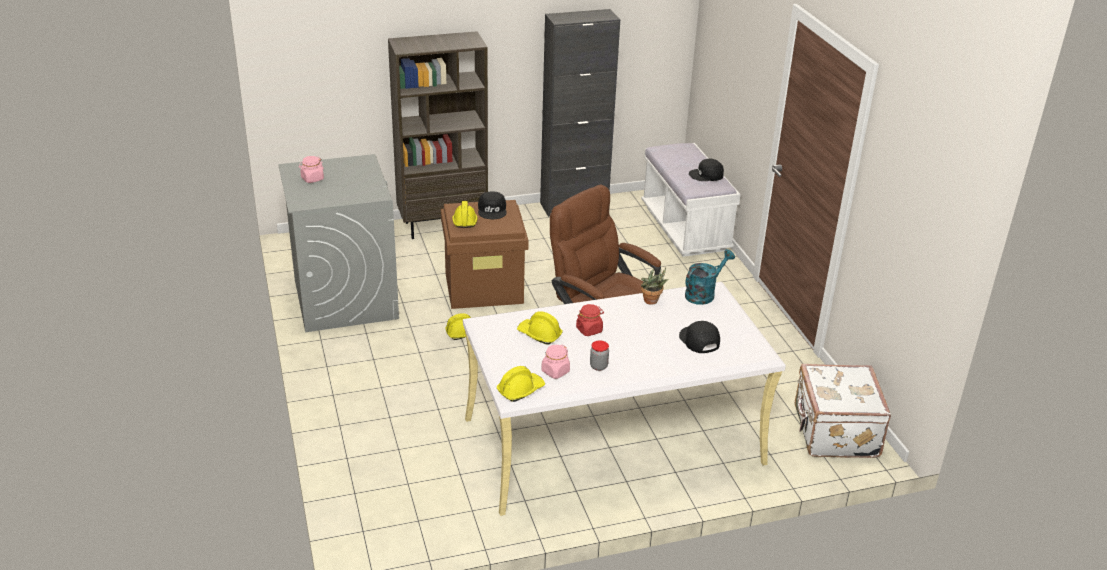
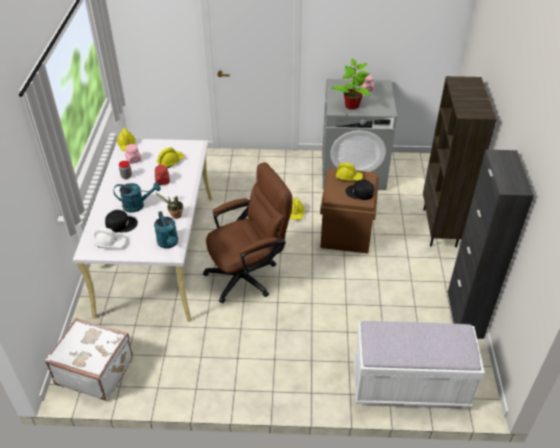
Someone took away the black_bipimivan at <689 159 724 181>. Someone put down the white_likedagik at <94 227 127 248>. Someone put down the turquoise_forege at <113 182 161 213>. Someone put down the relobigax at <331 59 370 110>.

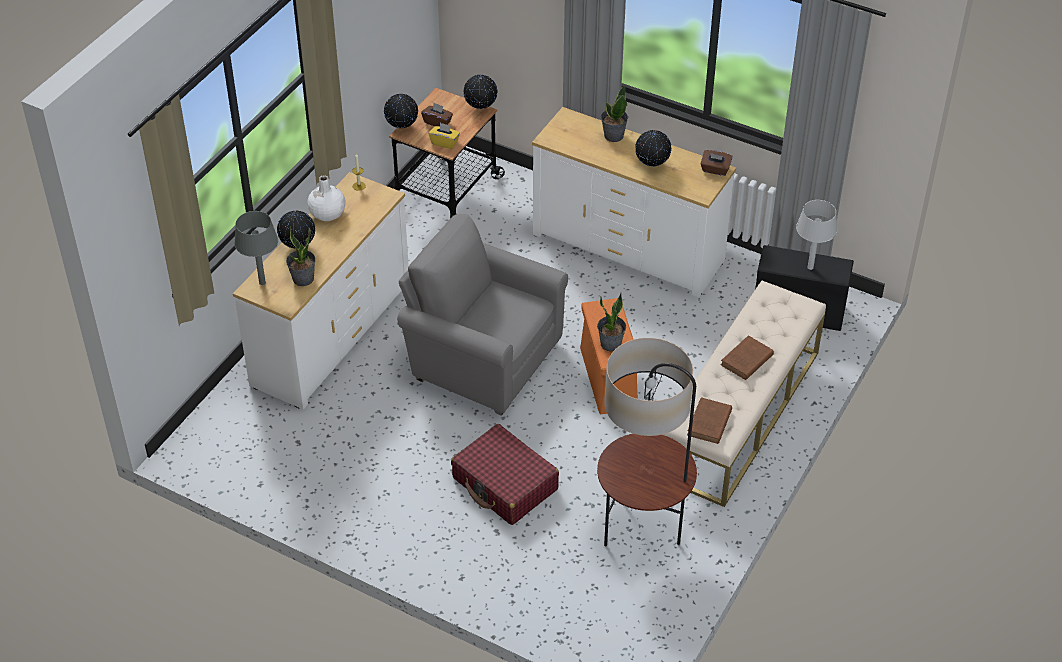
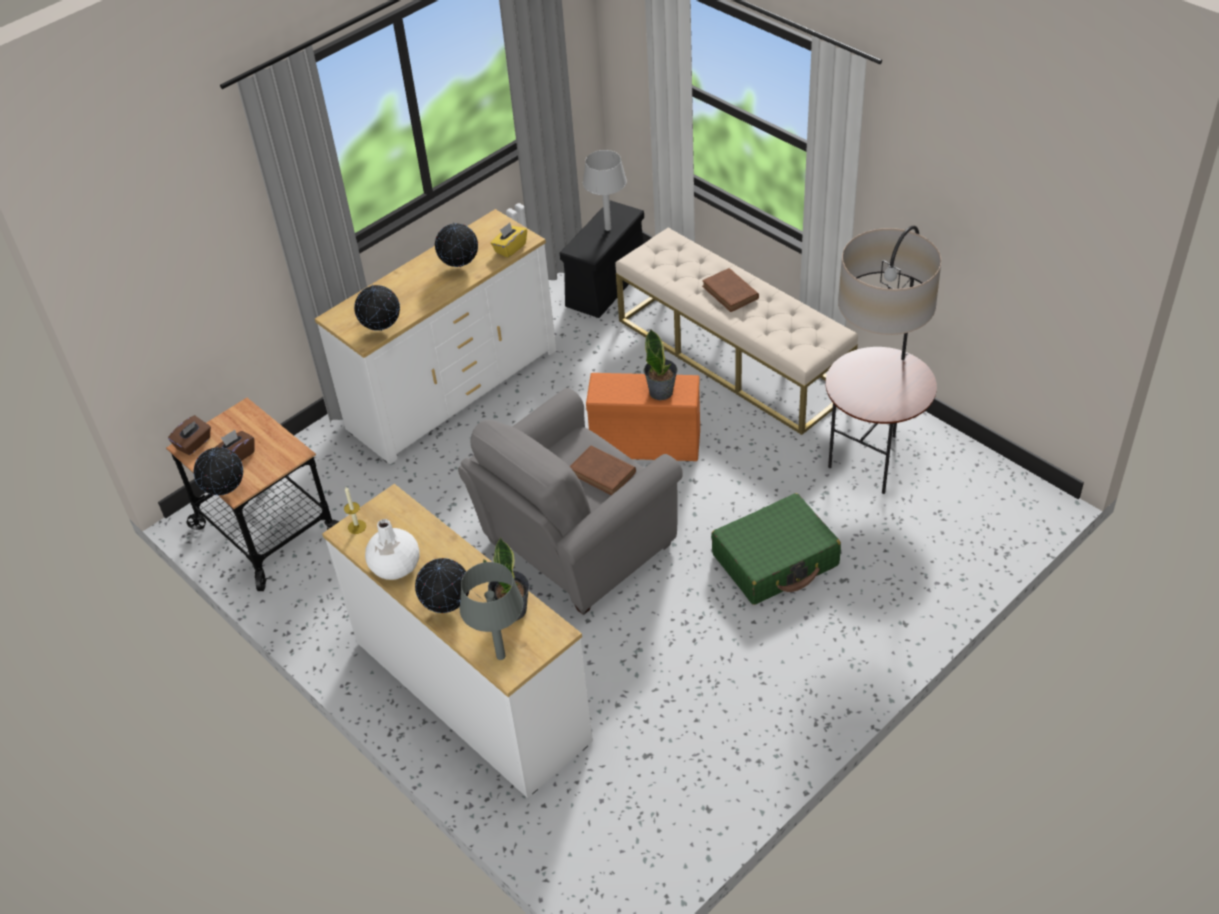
Someone took away the relobigax at <601 84 628 142>. Someone carried the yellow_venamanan from <428 123 460 149> to <491 223 527 258>. Someone carried the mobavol from <464 74 498 109> to <354 285 400 331>. Someone carried the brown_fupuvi from <687 397 732 444> to <570 445 636 495>. Someone carried the brown_venamanan from <700 150 733 176> to <168 415 211 455>. Someone repainted the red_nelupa at <451 424 559 525>, which became the green_nelupa at <711 493 841 605>.

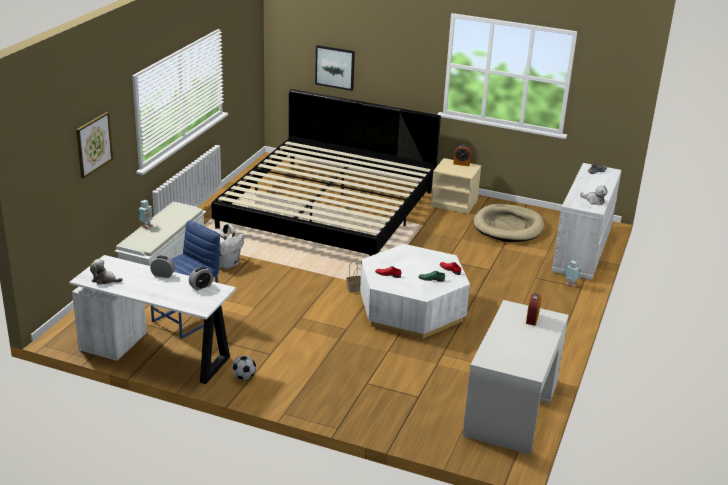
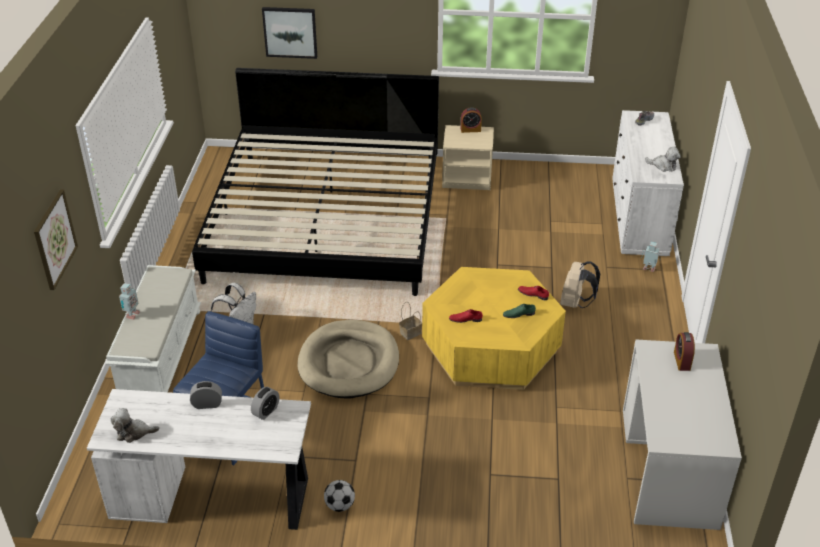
Someone put down the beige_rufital at <560 261 600 308>. Someone carried the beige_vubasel from <473 204 544 242> to <298 320 399 398>. Someone repainted the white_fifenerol at <360 244 470 339>, which became the yellow_fifenerol at <422 267 566 390>.

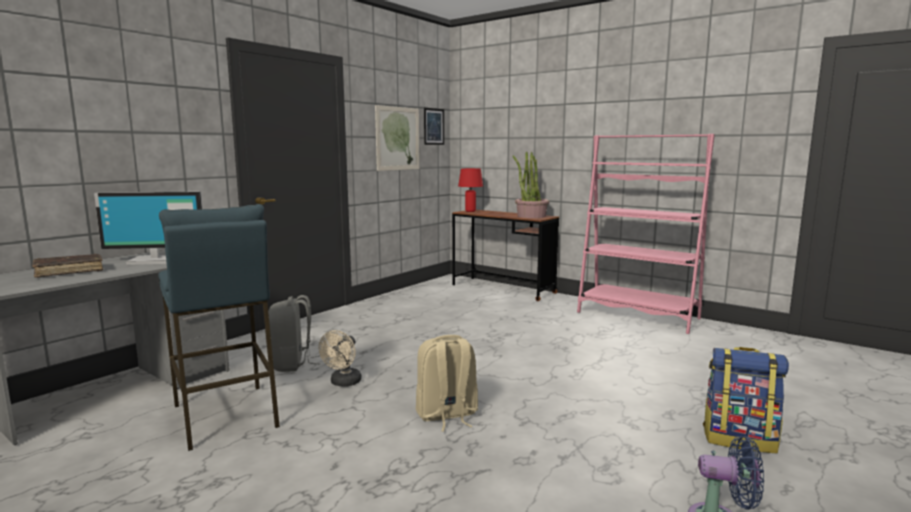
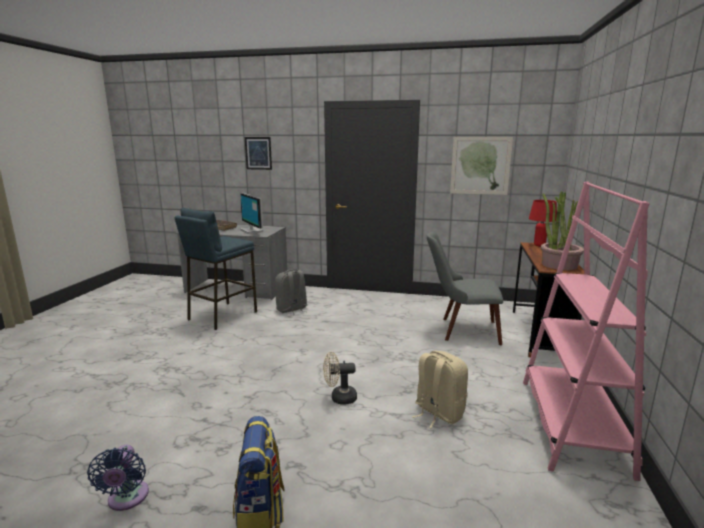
Someone put down the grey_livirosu at <427 231 503 345>. Someone carried the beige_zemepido from <319 330 361 387> to <323 352 357 405>. Someone carried the beige_rufital from <416 335 478 431> to <412 351 468 428>. Someone carried the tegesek from <424 108 444 145> to <245 137 272 170>.

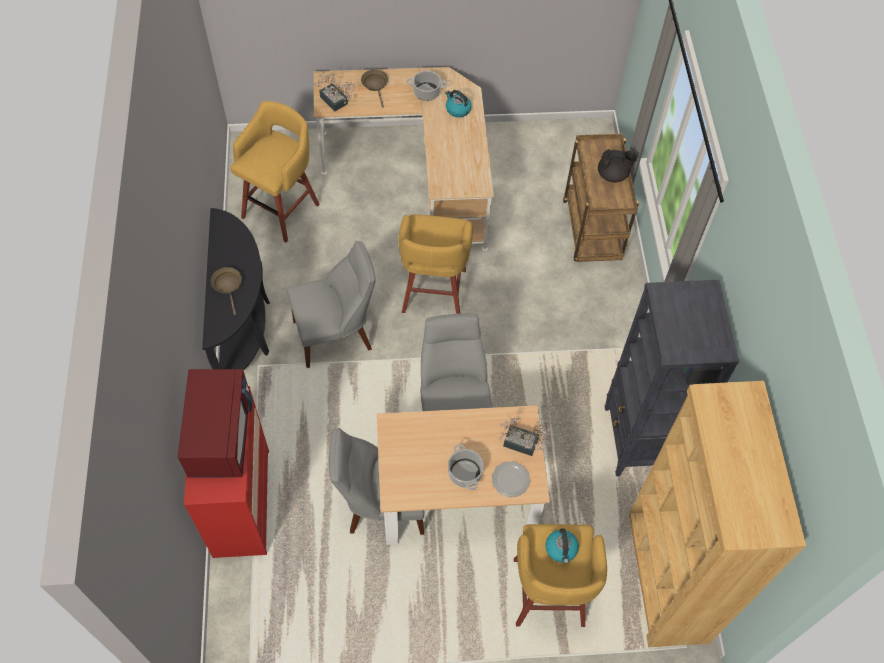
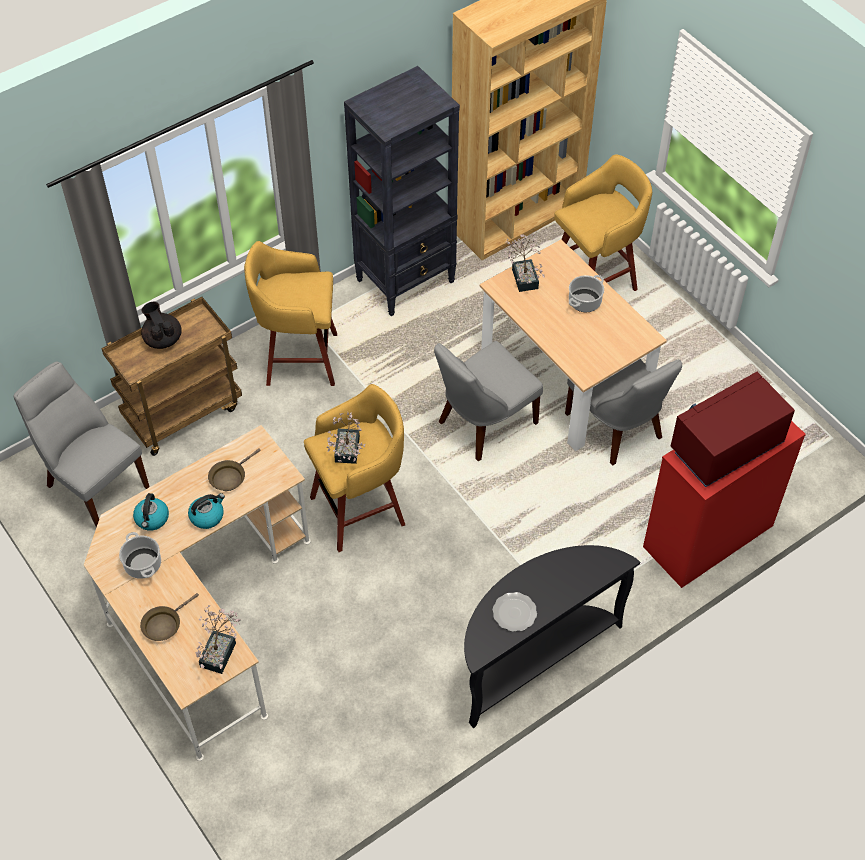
Someone put down the relobigax at <326 412 366 464>. Someone carried the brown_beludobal from <211 267 242 315> to <208 449 260 491>. Someone carried the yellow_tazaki from <230 101 320 243> to <244 241 337 386>. Someone carried the grey_livirosu from <287 241 376 368> to <14 362 150 527>. Someone carried the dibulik from <492 461 530 497> to <493 592 537 632>. Someone carried the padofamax from <546 528 579 564> to <188 493 225 529>.

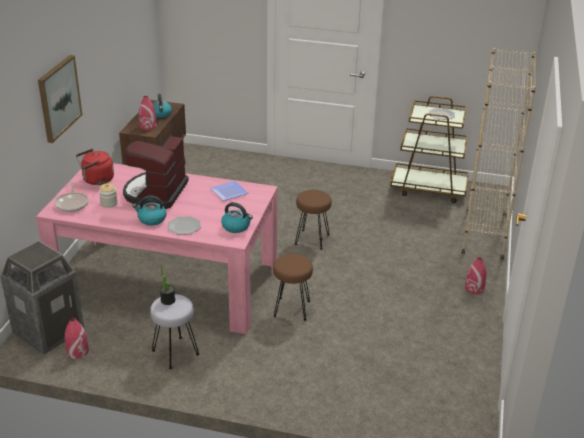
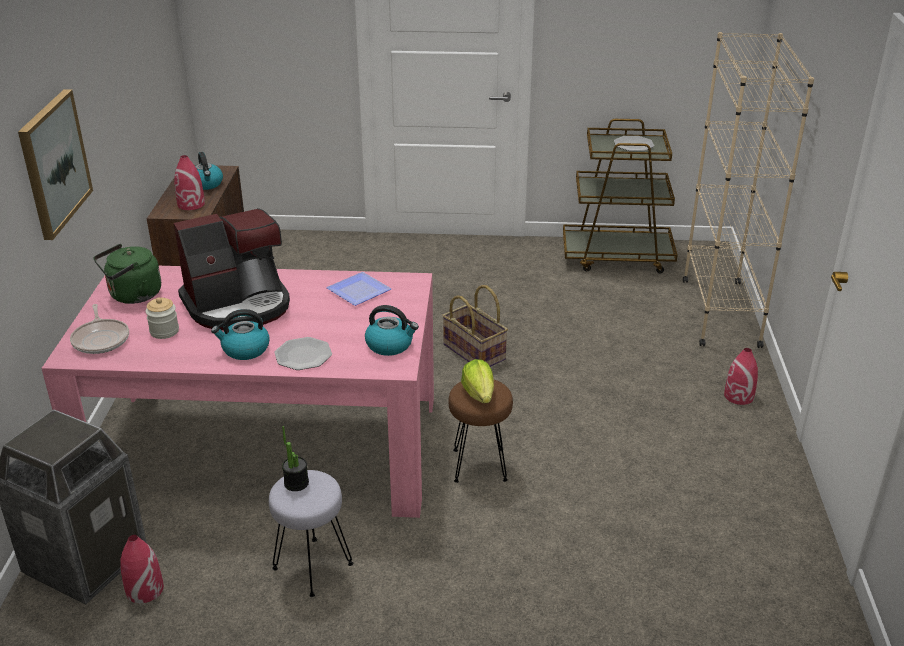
Someone put down the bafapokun at <461 359 494 403>. Someone swapped the brown_tazaki at <295 190 332 250> for the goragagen at <442 285 508 367>. Someone repainted the red_padofamax at <76 149 114 185>, which became the green_padofamax at <94 244 161 304>. Someone rotated the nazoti at <123 135 189 209> by 120 degrees counterclockwise.

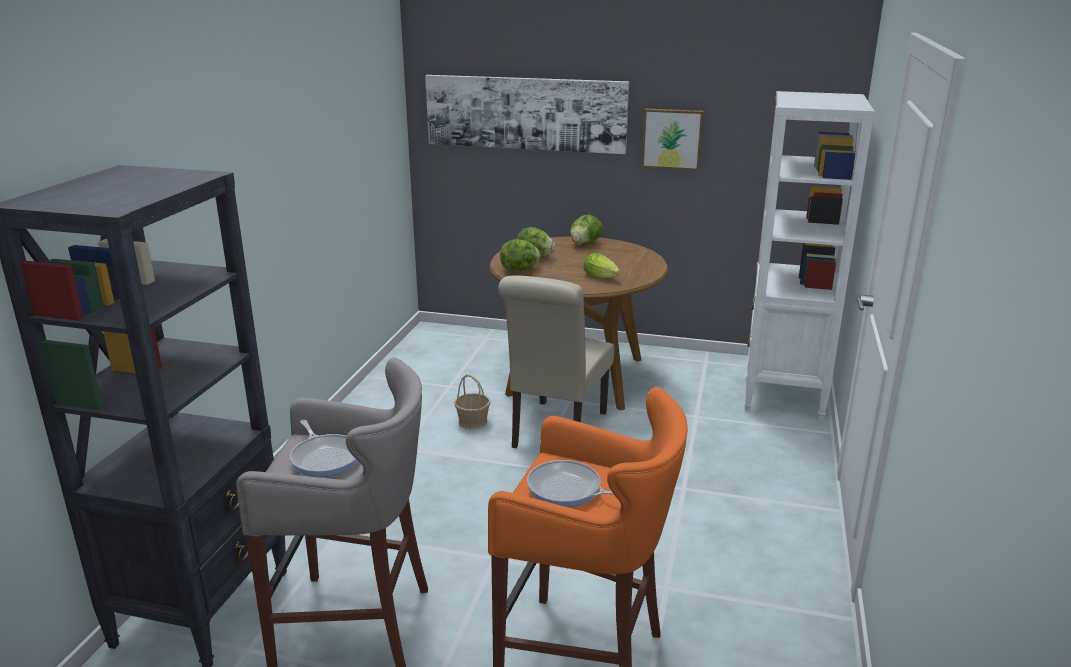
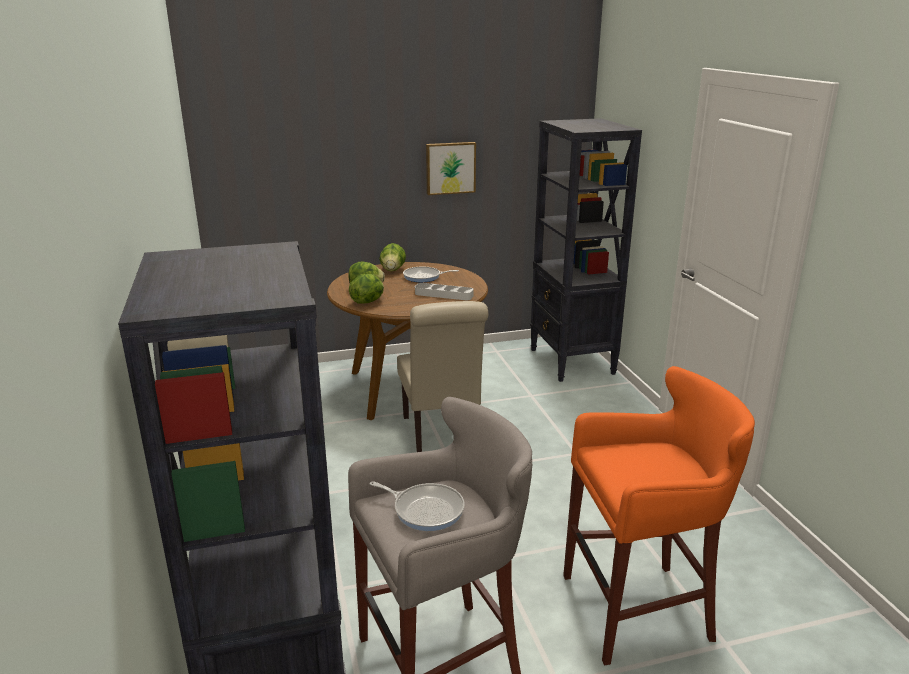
Someone took away the tegesek at <425 75 629 154>. Someone took away the goragagen at <454 374 490 430>. Someone carried the beludobal from <527 460 614 507> to <403 267 459 282>. Someone swapped the bafapokun at <584 253 621 279> for the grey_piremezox at <415 283 473 300>. Someone repainted the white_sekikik at <745 91 875 420>, which became the black_sekikik at <530 118 642 382>.

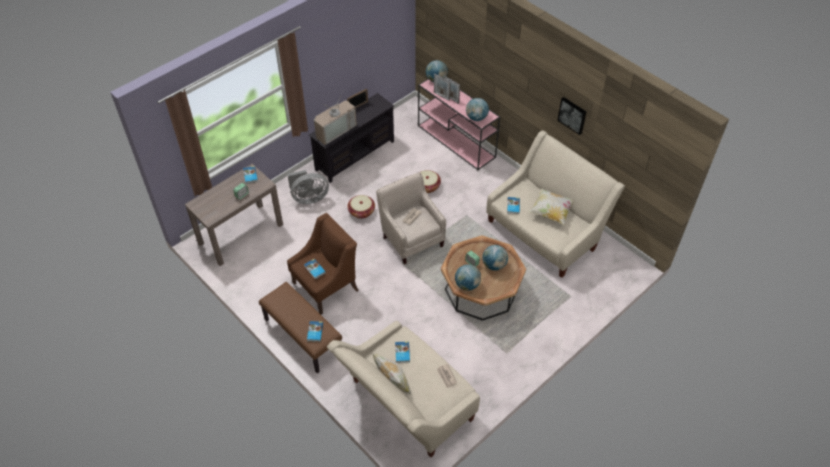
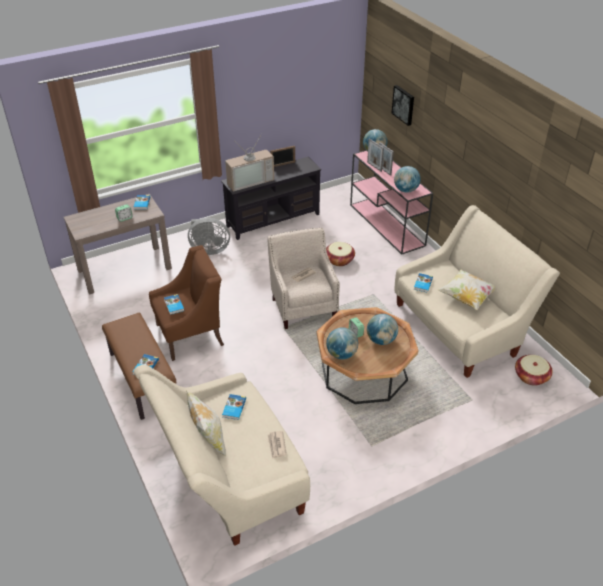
Someone carried the goragagen from <348 195 375 219> to <515 355 553 386>. Someone carried the tegesek from <557 97 586 135> to <392 85 414 126>.

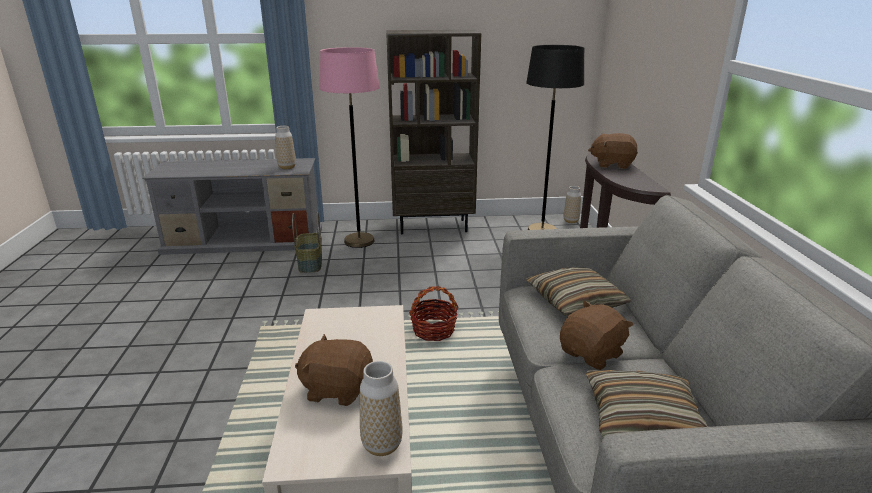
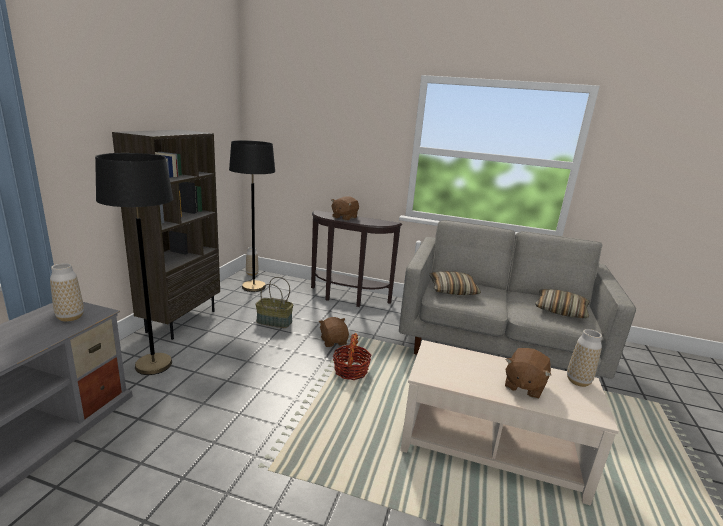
Someone carried the goragagen from <292 212 322 273> to <256 277 293 328>. Someone carried the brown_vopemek from <560 301 634 370> to <319 317 349 347>. Someone repainted the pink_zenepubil at <320 47 380 248>, which became the black_zenepubil at <95 153 173 375>.

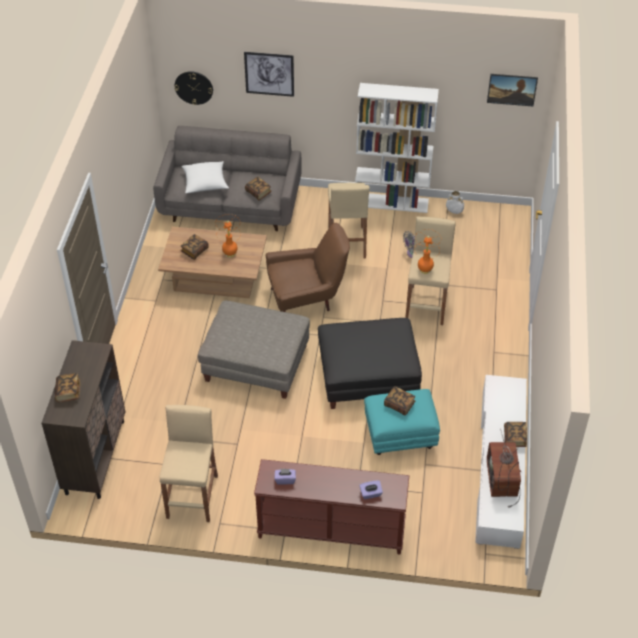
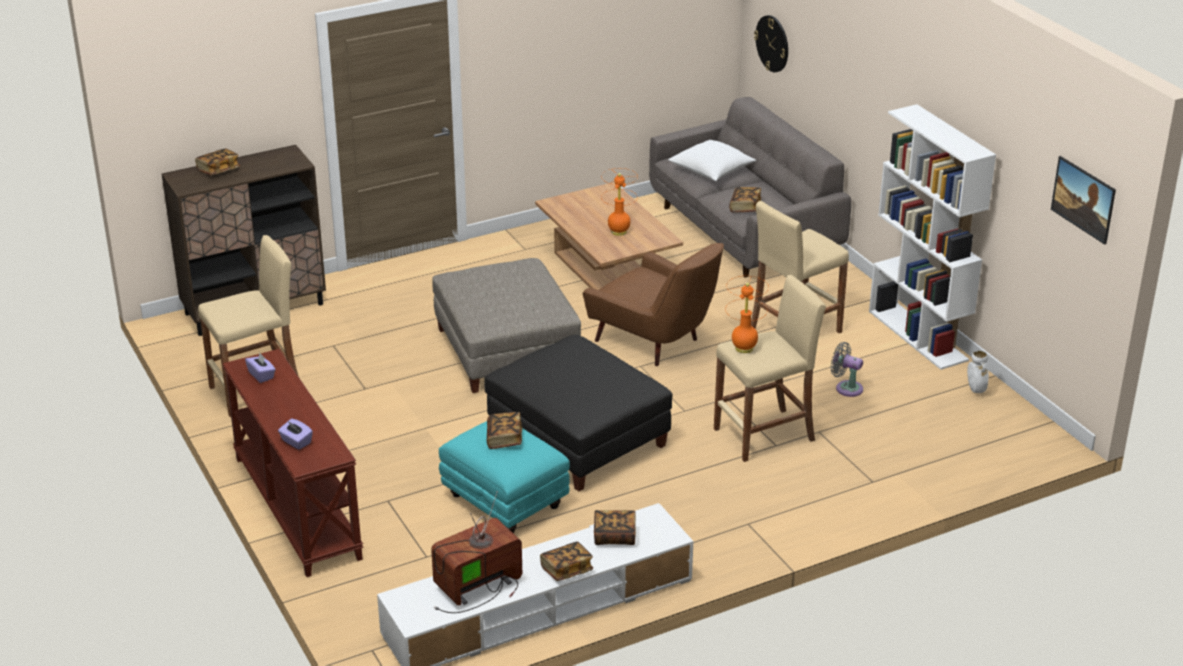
Someone took away the tegesek at <244 52 294 97>. Someone carried the fupuvi from <181 234 209 260> to <594 510 636 545>.

